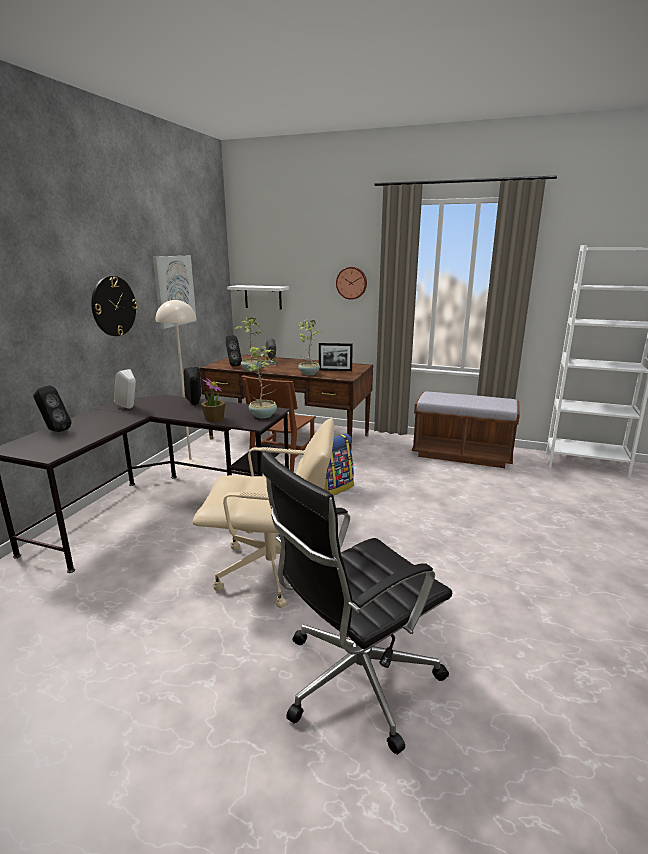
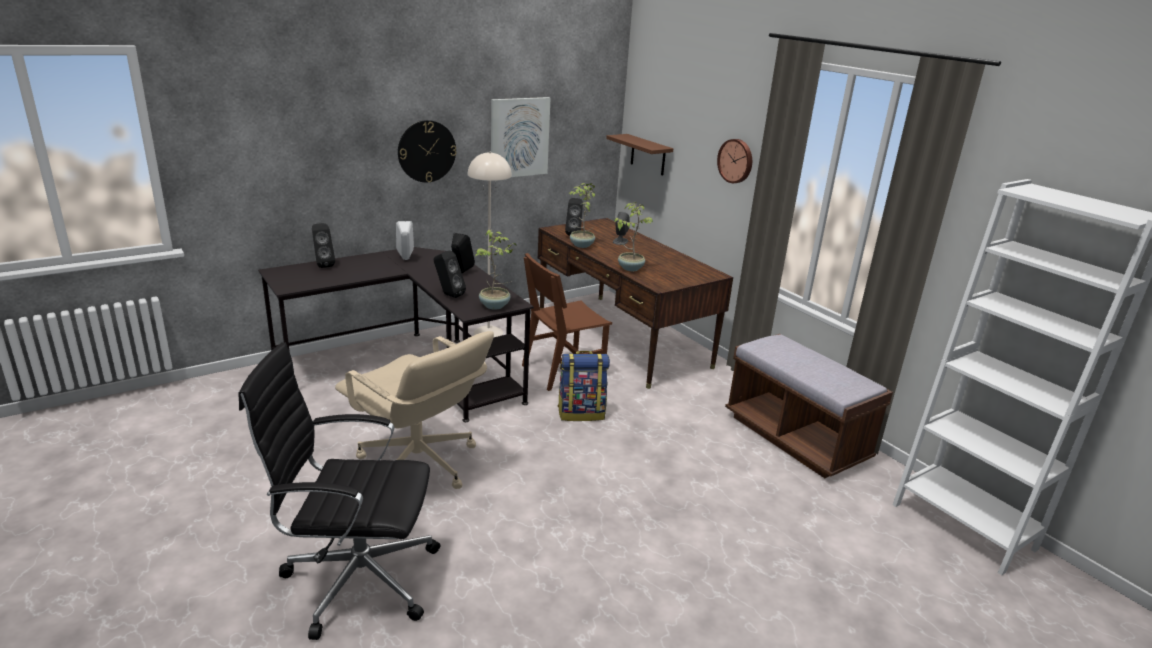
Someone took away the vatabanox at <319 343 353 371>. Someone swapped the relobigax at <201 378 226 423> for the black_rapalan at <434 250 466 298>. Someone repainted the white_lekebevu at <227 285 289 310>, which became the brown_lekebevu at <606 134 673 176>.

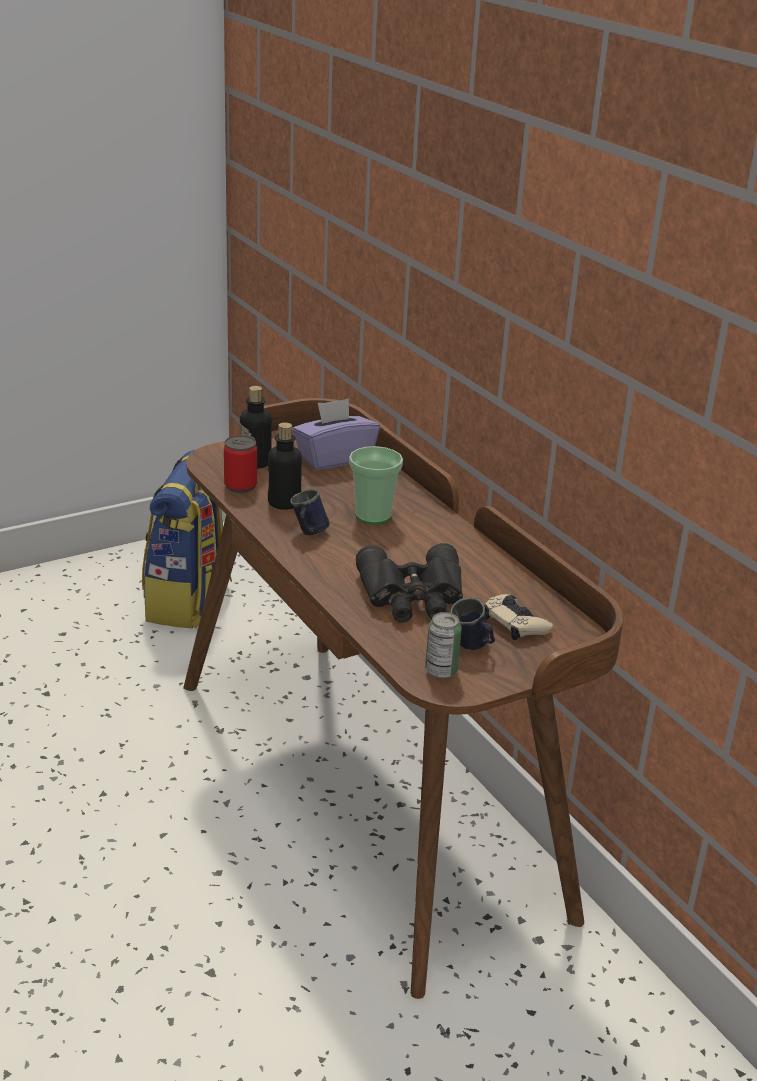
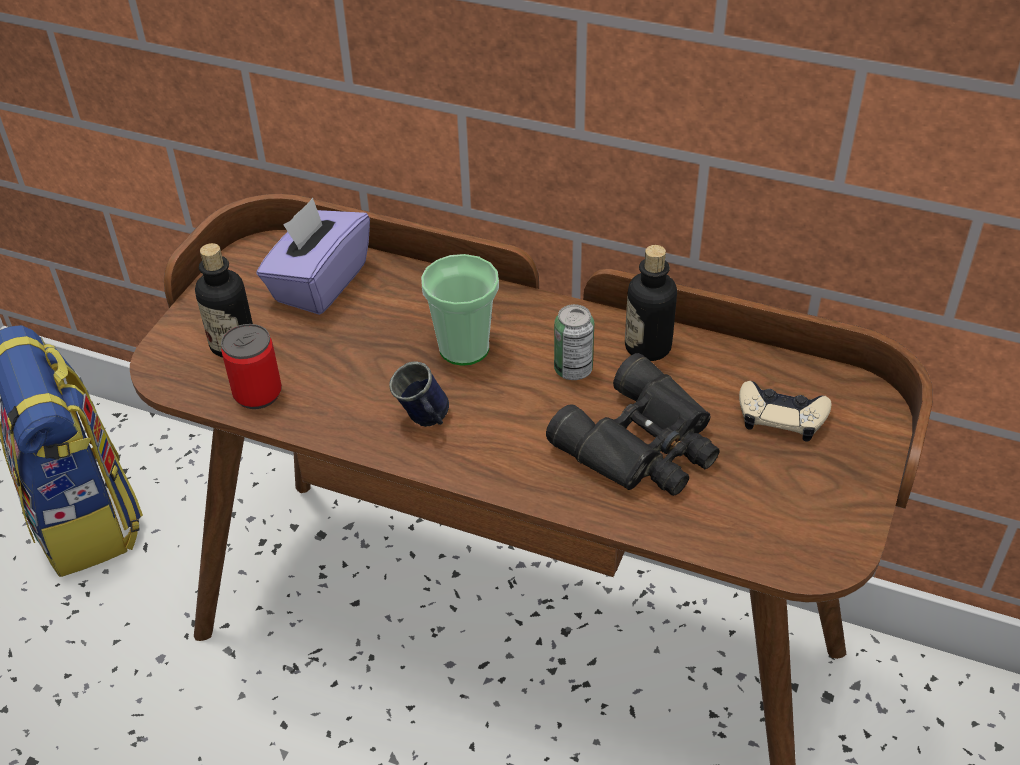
Someone took away the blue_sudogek at <450 597 495 650>. Someone carried the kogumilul from <268 422 302 510> to <625 245 677 361>. Someone carried the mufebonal from <425 612 462 678> to <554 304 594 380>.

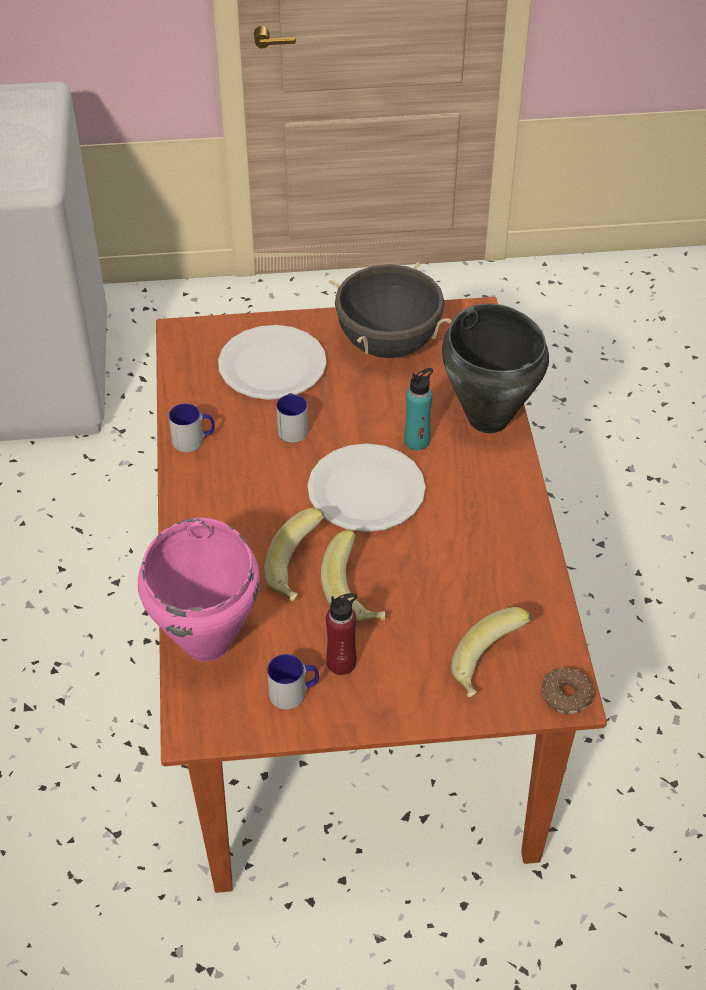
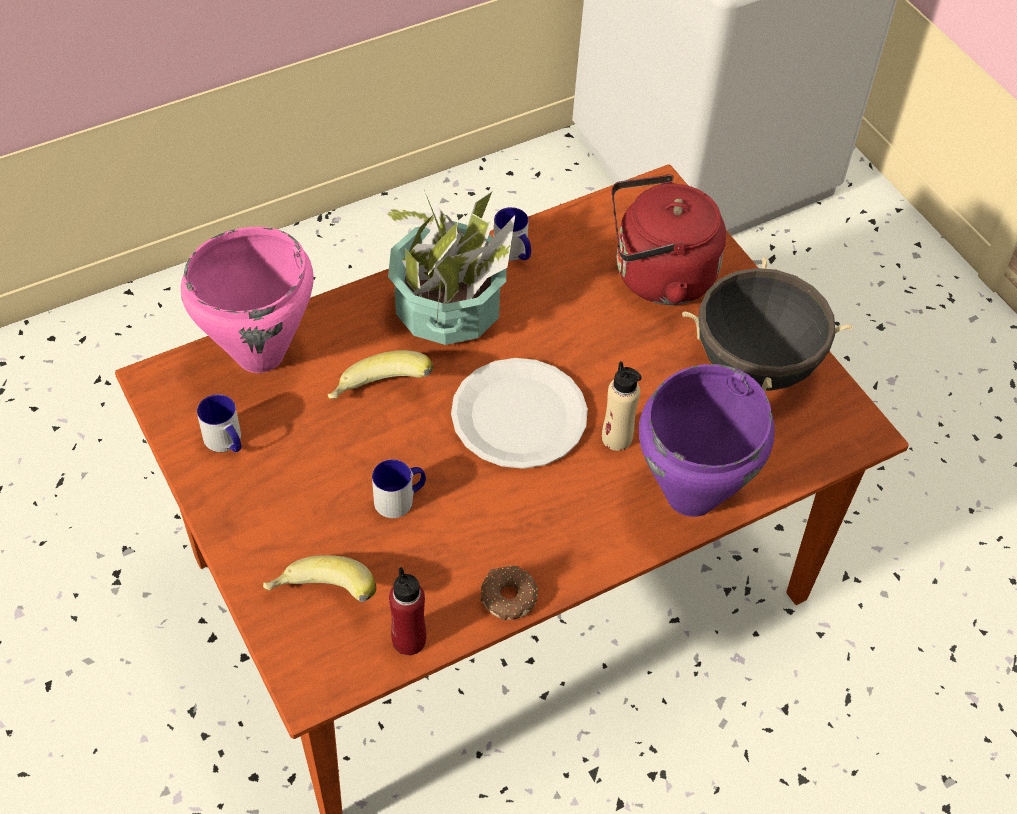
Someone took away the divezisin at <321 529 385 623>. Someone put down the relobigax at <378 190 515 345>. Someone carried the sudogek from <276 393 308 443> to <372 459 426 518>. Someone carried the red_kogumilul from <326 593 357 675> to <389 567 426 655>. Someone carried the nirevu from <541 668 594 715> to <480 565 538 620>. Someone swapped the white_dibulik at <218 325 327 400> for the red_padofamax at <612 174 726 305>. Someone repainted the turquoise_kogumilul at <404 368 433 451>, which became the beige_kogumilul at <602 361 642 451>. Someone repainted the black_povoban at <442 304 549 433>, which became the purple_povoban at <639 364 775 517>.

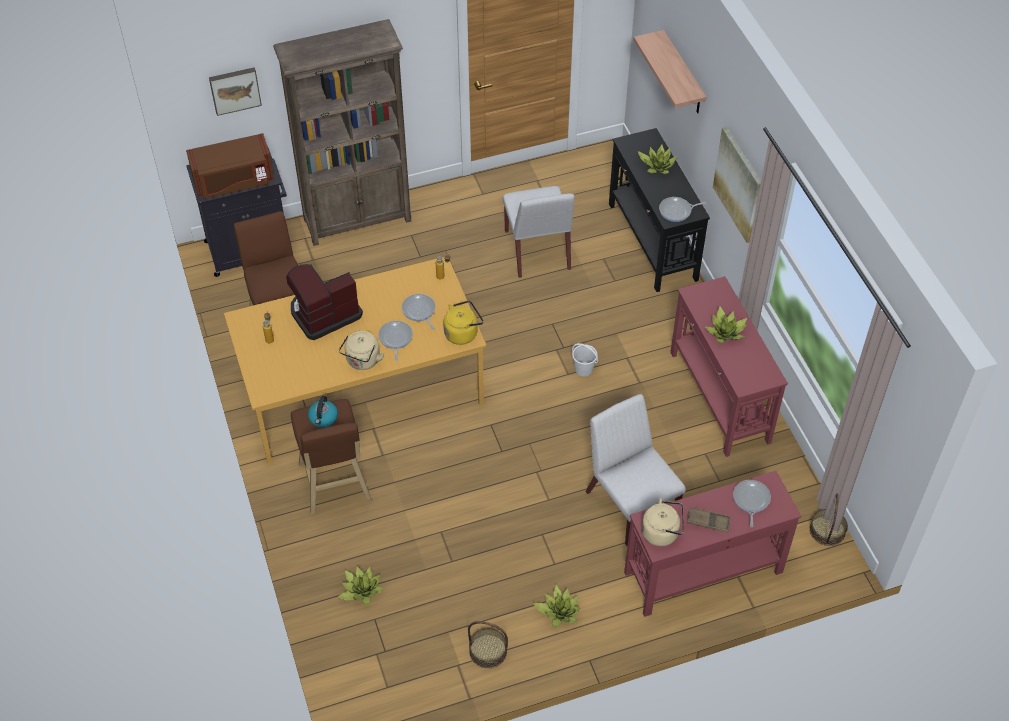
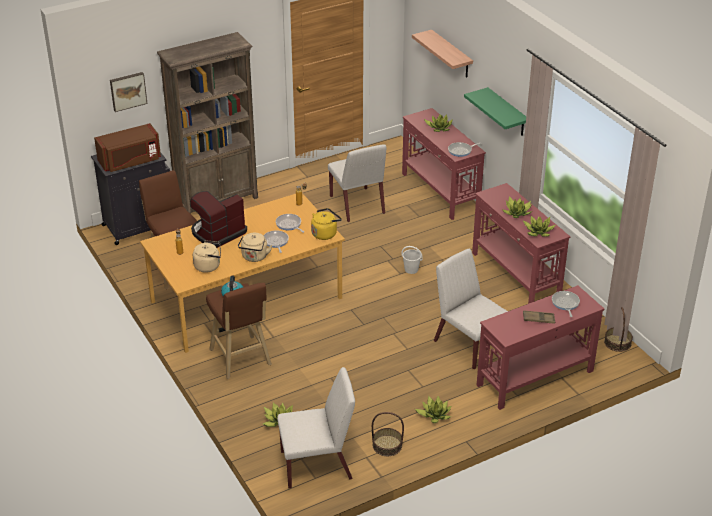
Someone put down the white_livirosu at <277 367 355 488>. Someone put down the relobigax at <523 216 555 237>. Someone carried the beige_padofamax from <642 498 684 546> to <193 240 221 273>. Someone swapped the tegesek at <713 127 761 243> for the green_lekebevu at <464 87 526 136>. Someone repainted the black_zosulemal at <609 128 710 292>, which became the red_zosulemal at <402 108 486 220>.

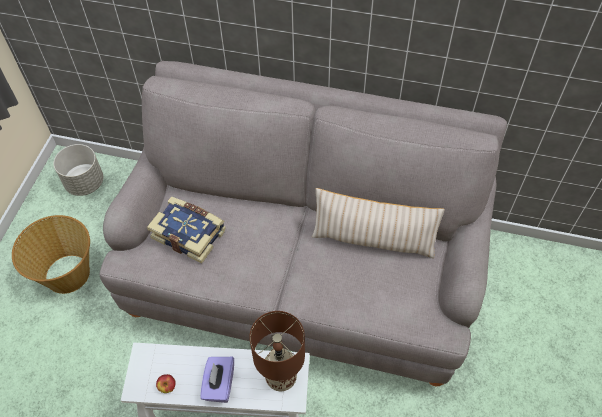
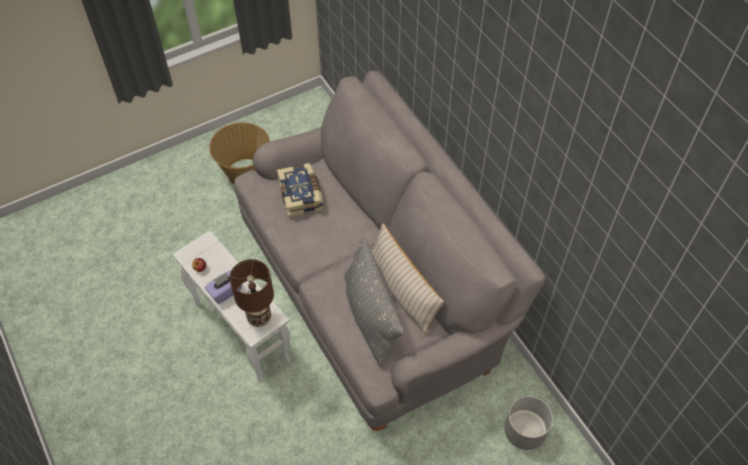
Someone put down the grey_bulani at <345 237 404 367>. Someone carried the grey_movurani from <53 144 103 196> to <504 396 553 450>.

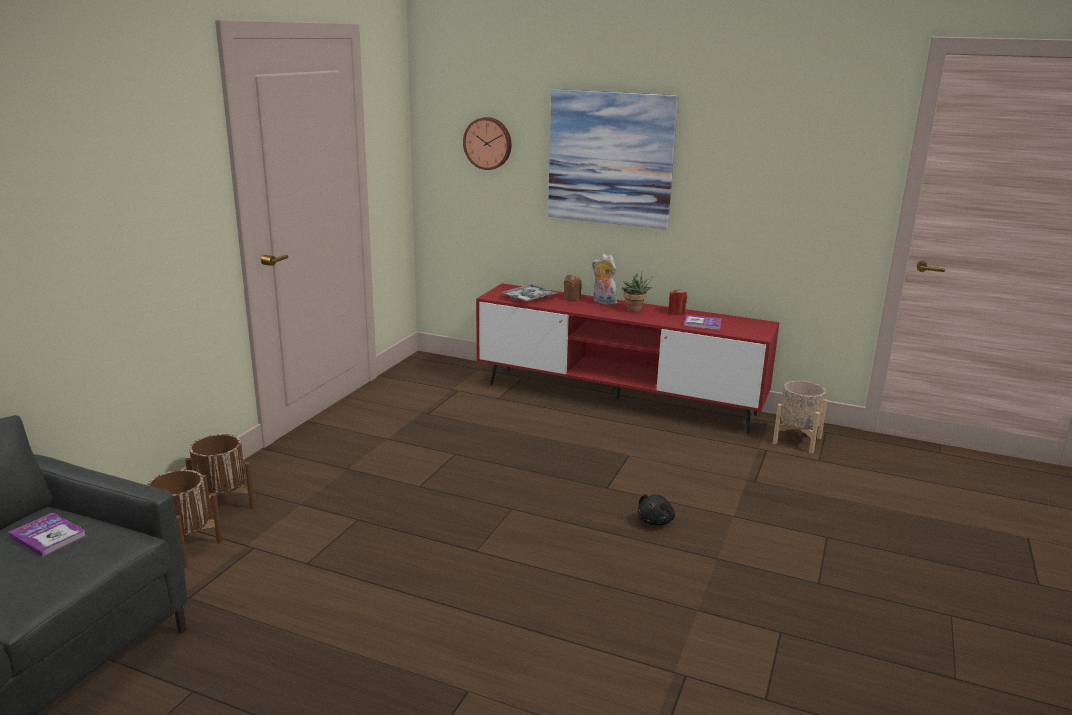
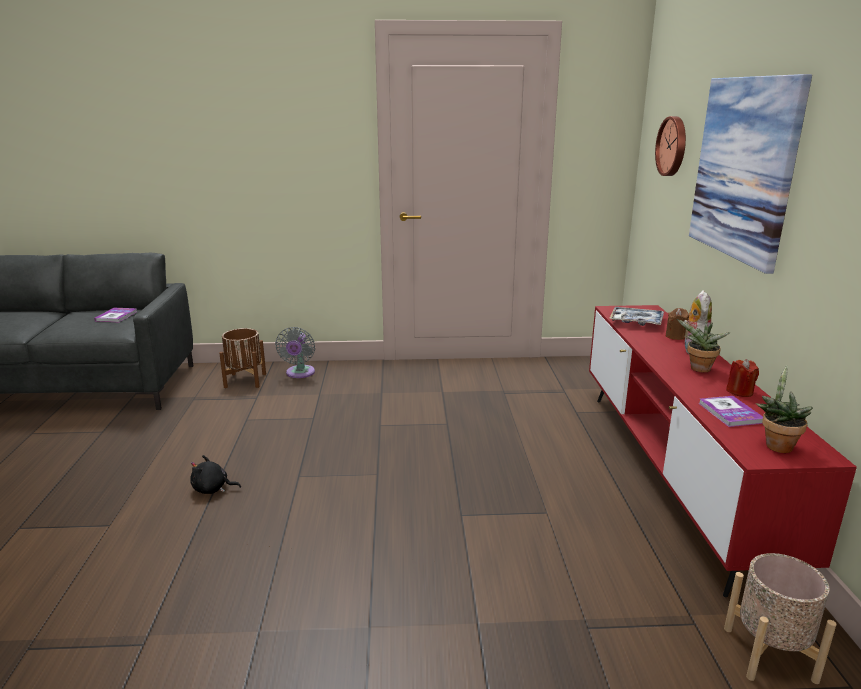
Someone put down the relobigax at <756 365 813 453>. Someone carried the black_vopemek from <637 494 675 525> to <190 455 241 494>. Someone swapped the brown_movurani at <185 434 255 519> for the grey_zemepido at <275 327 315 378>.

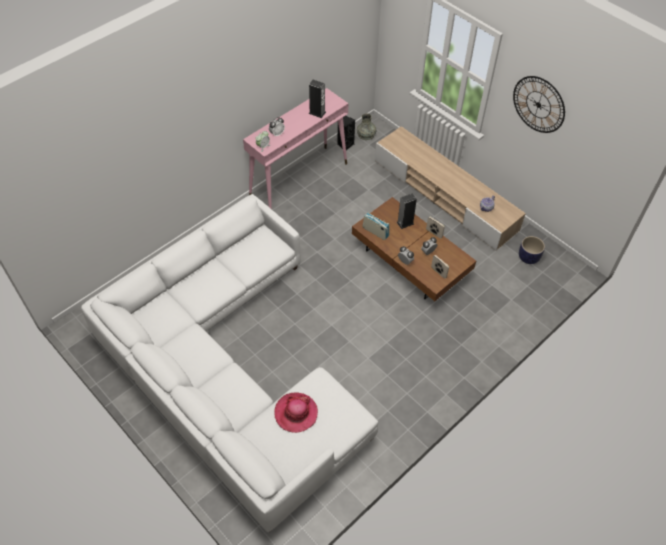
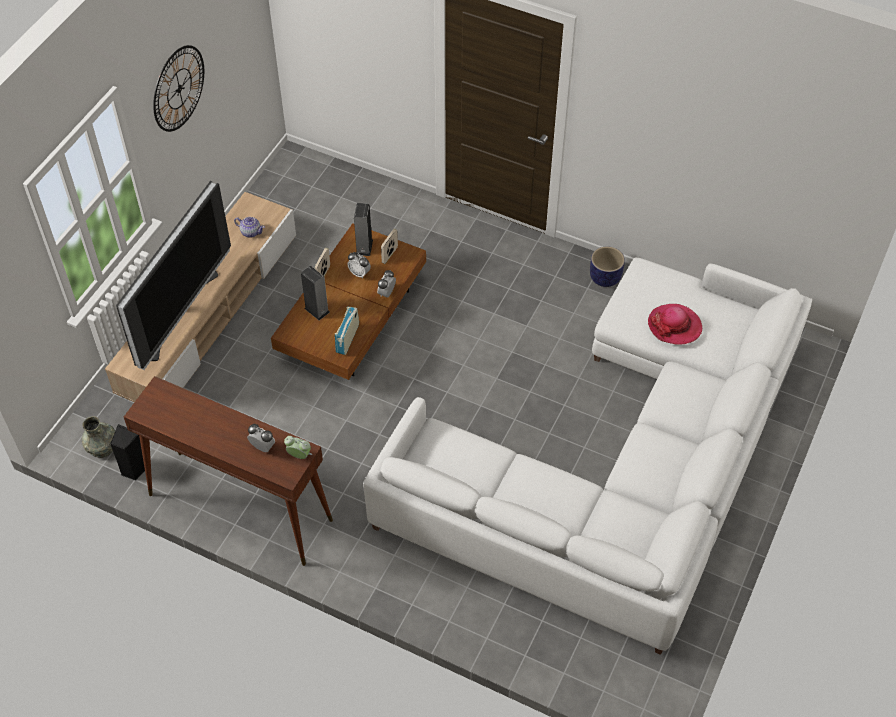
Someone put down the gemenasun at <116 181 231 370>. Someone carried the rapalan from <309 80 326 118> to <354 203 373 256>. Someone carried the movurani from <519 236 545 264> to <590 246 625 287>. Someone repainted the pink_zosulemal at <243 88 349 209>, which became the brown_zosulemal at <124 376 333 566>.

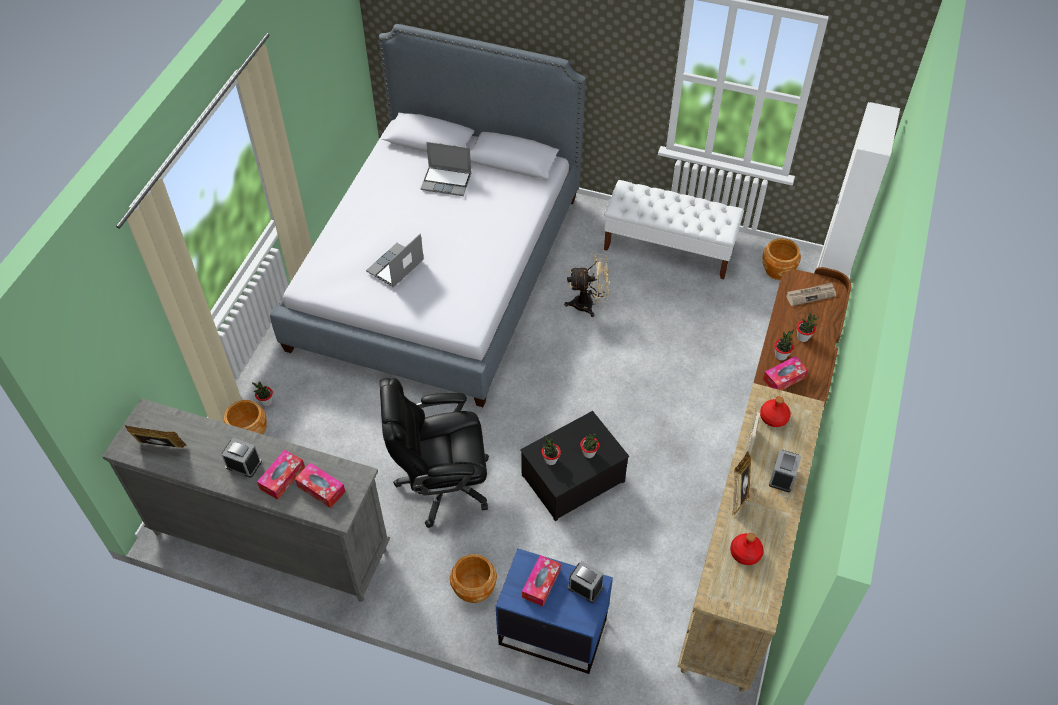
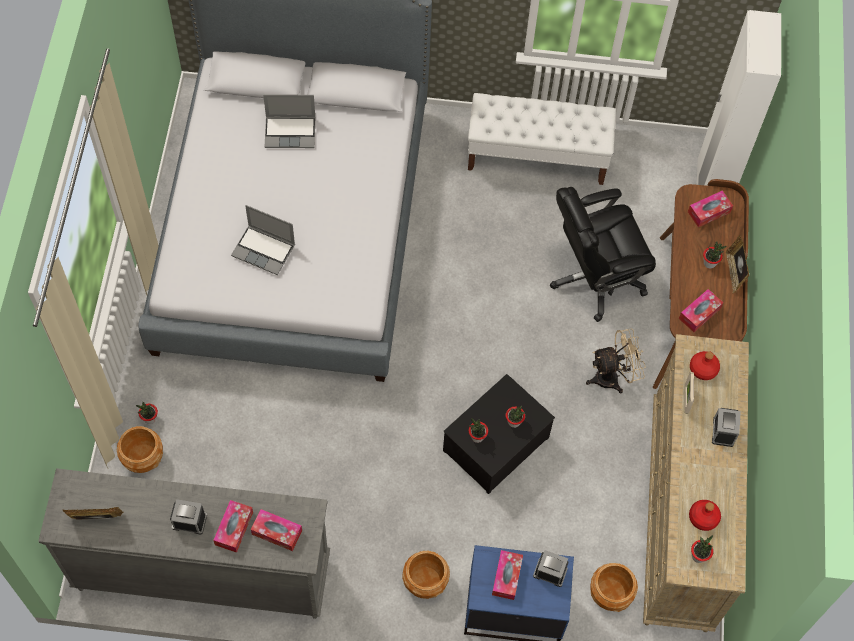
Someone carried the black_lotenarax from <380 378 489 528> to <550 187 656 322>. Someone carried the beige_zemepido from <564 255 610 317> to <586 328 646 393>. Someone carried the vatabanox from <732 451 751 515> to <726 235 750 294>. Someone carried the brown_movurani from <762 238 801 280> to <590 563 638 612>. Someone carried the relobigax from <774 329 794 360> to <691 535 713 563>. Someone swapped the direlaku at <786 283 836 306> for the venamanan at <688 191 733 227>. Someone rotated the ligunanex at <366 234 424 288> by 90 degrees counterclockwise.

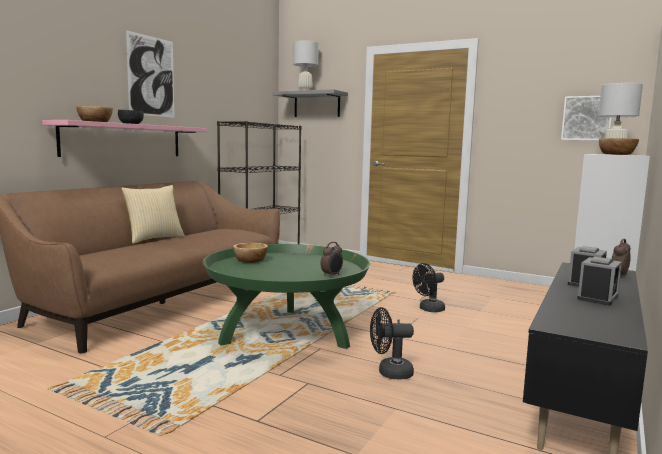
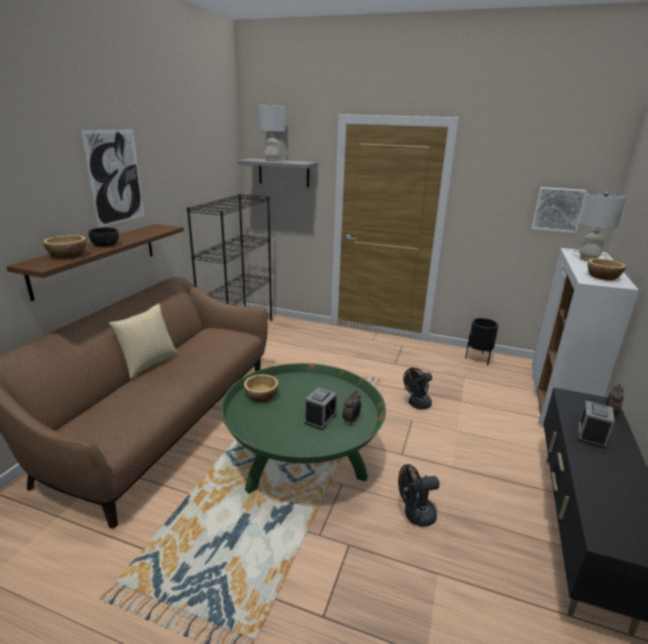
Someone put down the black_movurani at <465 318 499 365>. Someone carried the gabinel from <577 257 622 305> to <304 387 337 430>. Someone repainted the pink_lekebevu at <42 120 208 157>, which became the brown_lekebevu at <6 224 184 301>.

